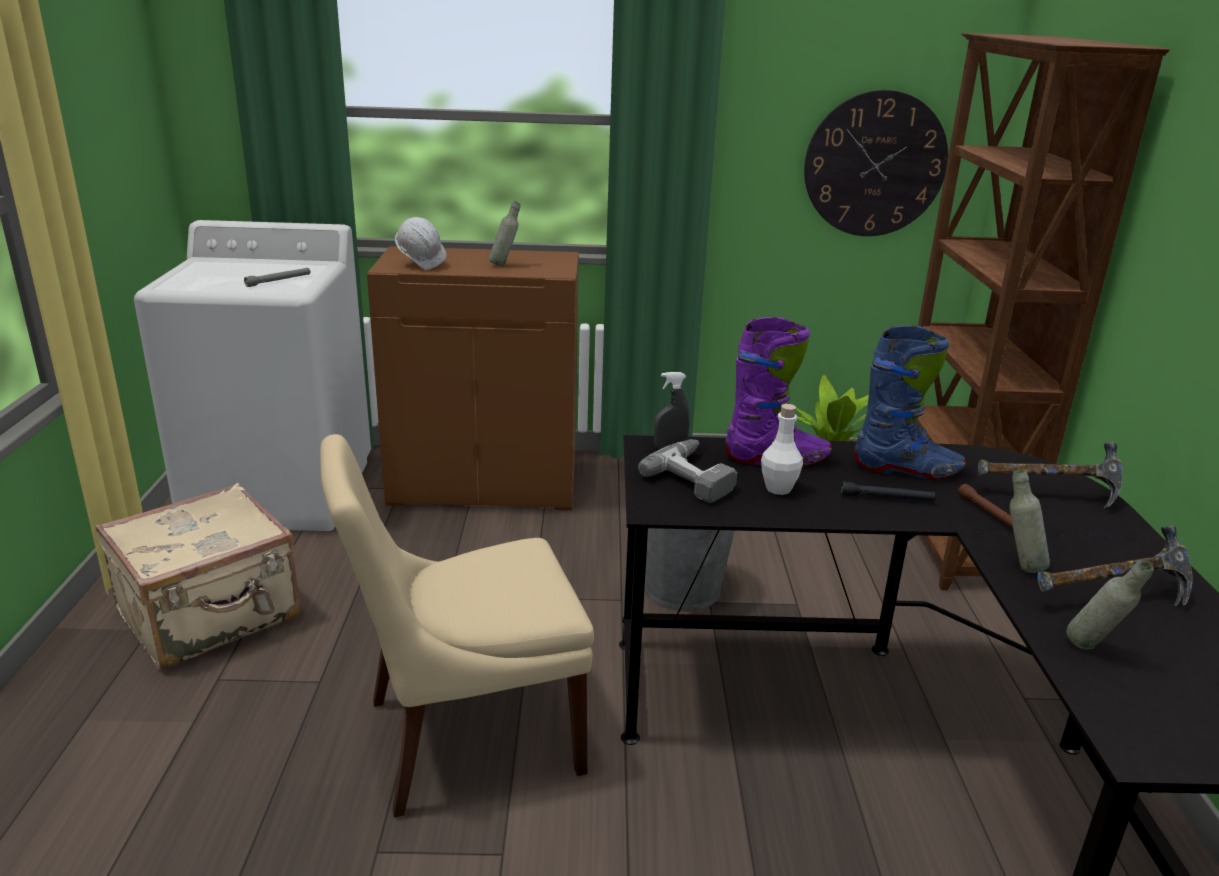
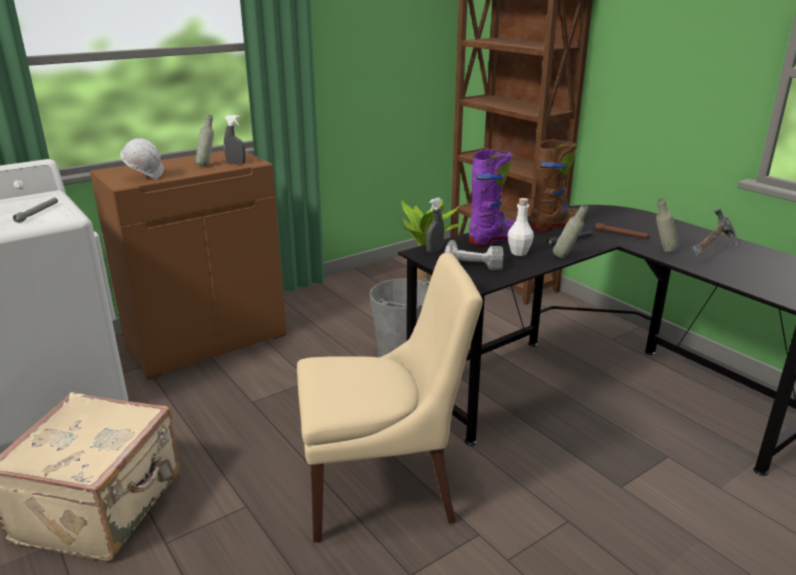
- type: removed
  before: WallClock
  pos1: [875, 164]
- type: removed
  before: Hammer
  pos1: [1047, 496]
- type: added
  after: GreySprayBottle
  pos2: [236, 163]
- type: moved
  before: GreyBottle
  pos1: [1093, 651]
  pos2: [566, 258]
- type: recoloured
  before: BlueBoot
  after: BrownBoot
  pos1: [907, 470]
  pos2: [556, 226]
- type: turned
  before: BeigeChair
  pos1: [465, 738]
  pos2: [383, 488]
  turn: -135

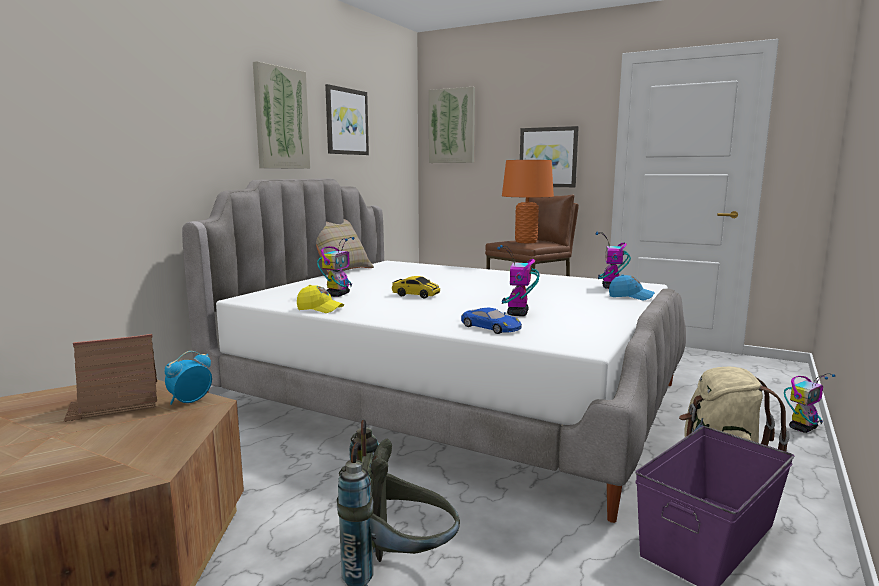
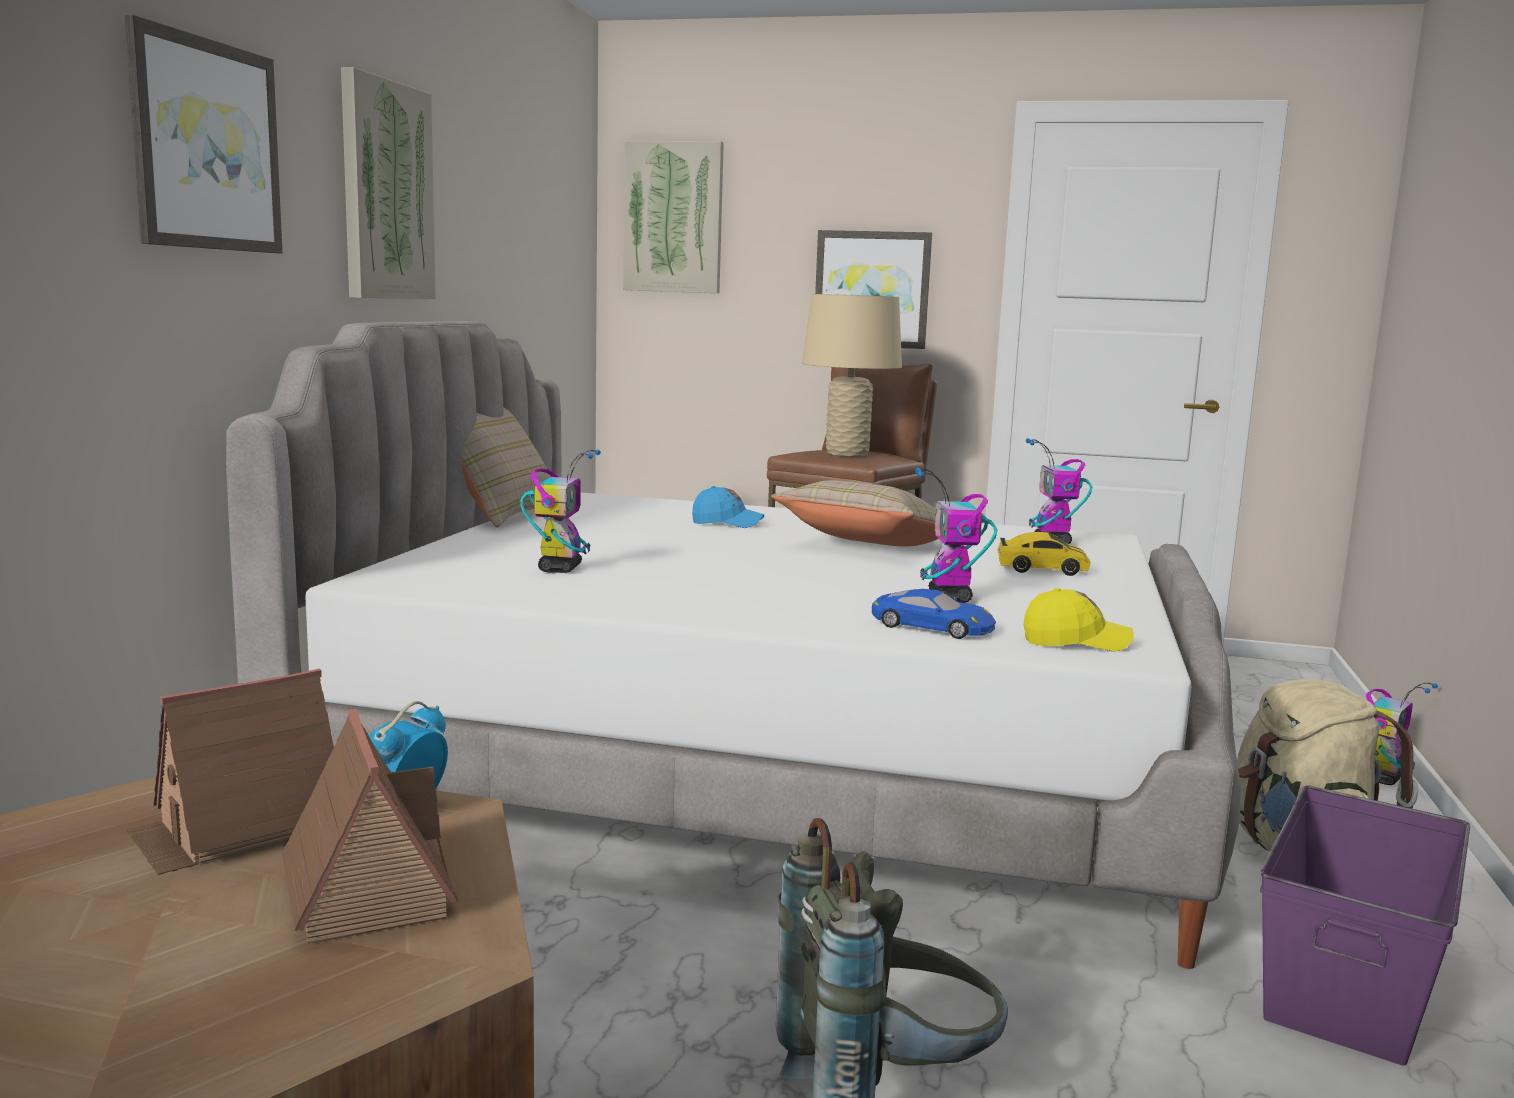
- type: added
  after: ToyHouse
  pos2: [366, 888]
- type: added
  after: BeigePillow
  pos2: [867, 545]
- type: moved
  before: YellowCap
  pos1: [320, 309]
  pos2: [1076, 642]
- type: moved
  before: Picture
  pos1: [346, 121]
  pos2: [205, 145]
- type: moved
  before: ToyCar
  pos1: [416, 295]
  pos2: [1042, 570]
- type: moved
  before: BlueCap
  pos1: [631, 297]
  pos2: [727, 523]
- type: recoloured
  before: OrangeTableLamp
  after: BeigeTableLamp
  pos1: [526, 242]
  pos2: [847, 454]

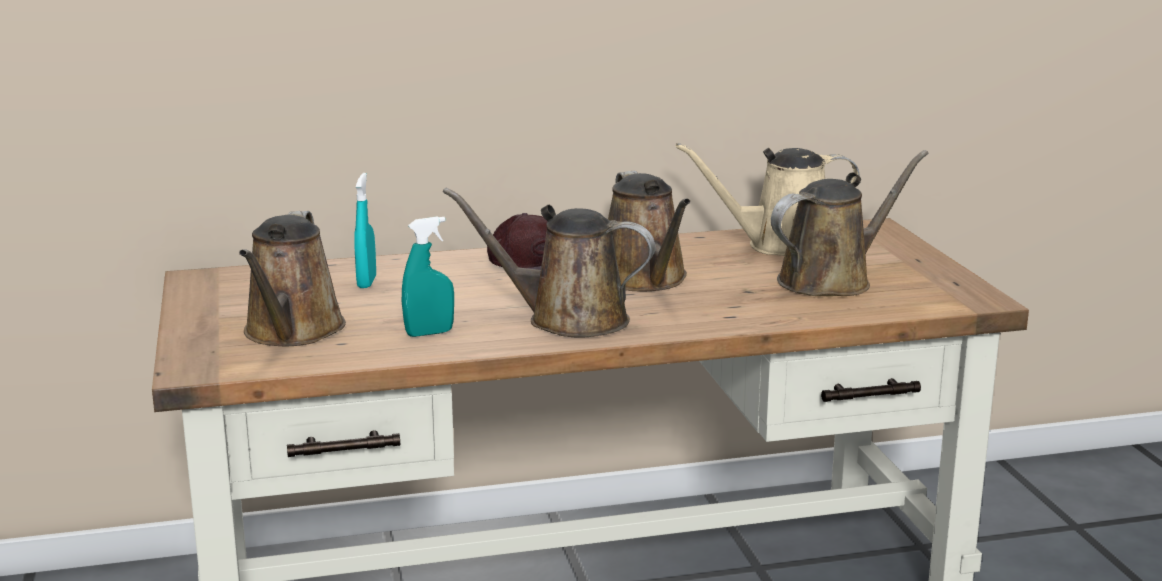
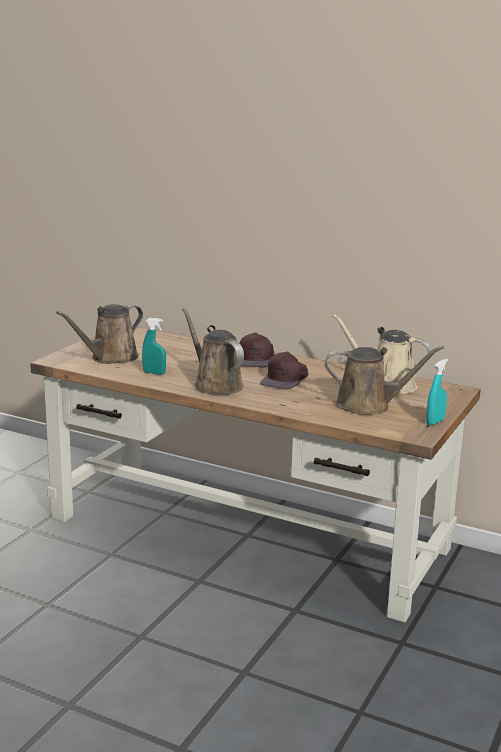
- type: moved
  before: TurquoiseSprayBottle
  pos1: [366, 282]
  pos2: [435, 422]
- type: replaced
  before: BrownWateringCan
  after: BrownCap
  pos1: [645, 280]
  pos2: [285, 379]

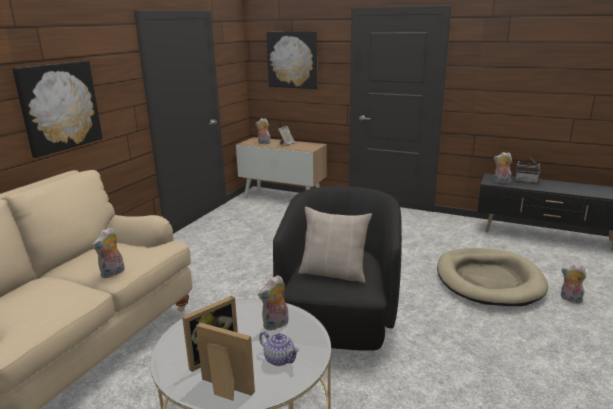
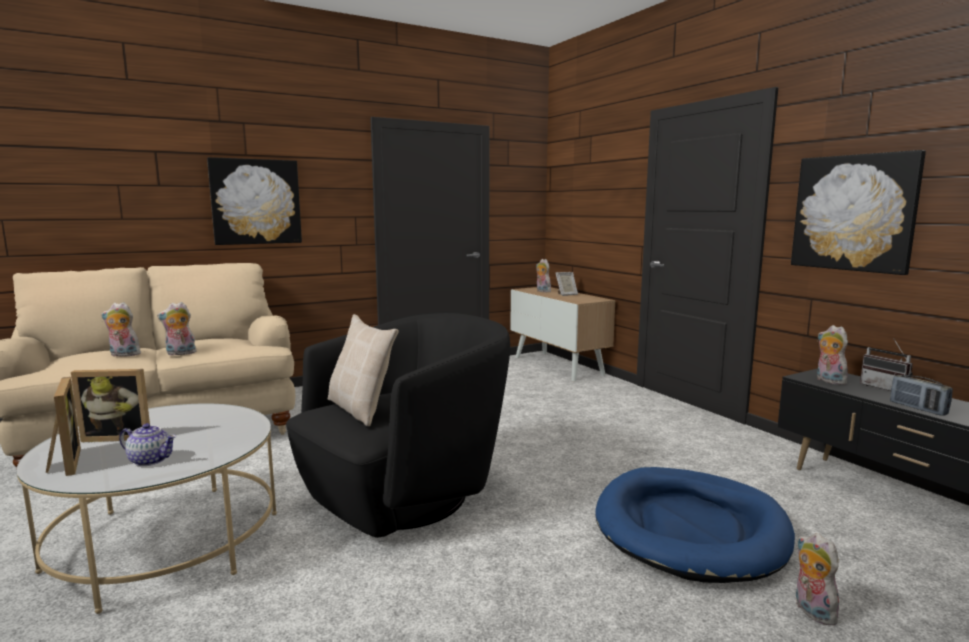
- type: added
  after: Radio
  pos2: [917, 408]
- type: moved
  before: PlushToy
  pos1: [276, 325]
  pos2: [123, 355]
- type: moved
  before: Picture
  pos1: [292, 60]
  pos2: [854, 213]
- type: recoloured
  before: BeigeDogBed
  after: BlueDogBed
  pos1: [488, 280]
  pos2: [690, 528]
- type: turned
  before: Teapot
  pos1: [280, 359]
  pos2: [151, 460]
  turn: -60

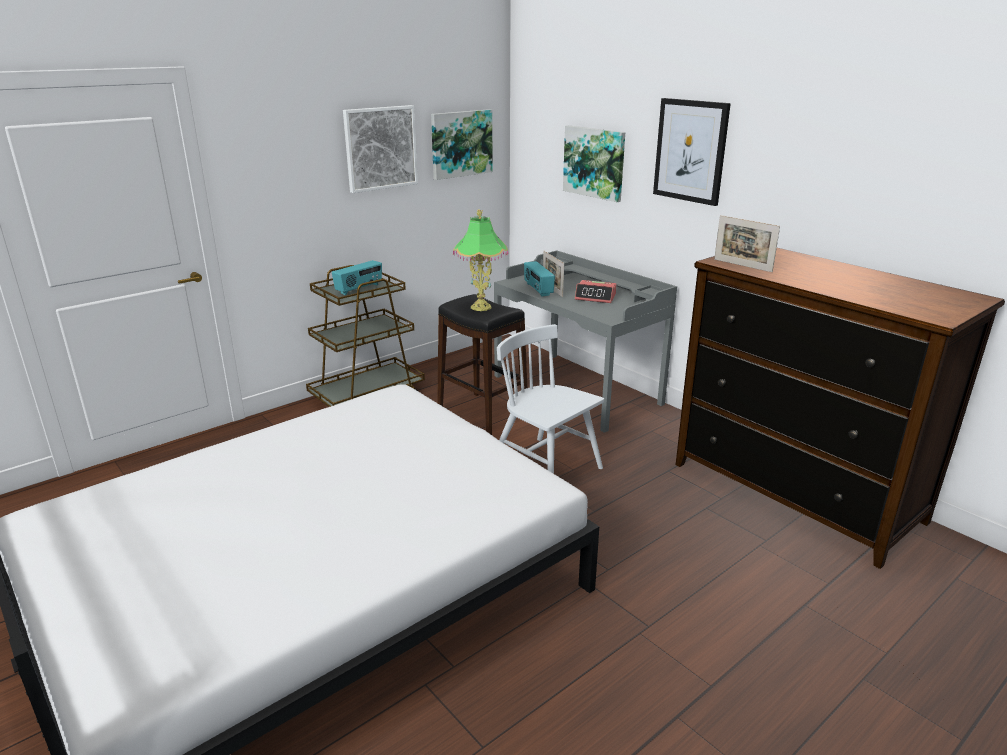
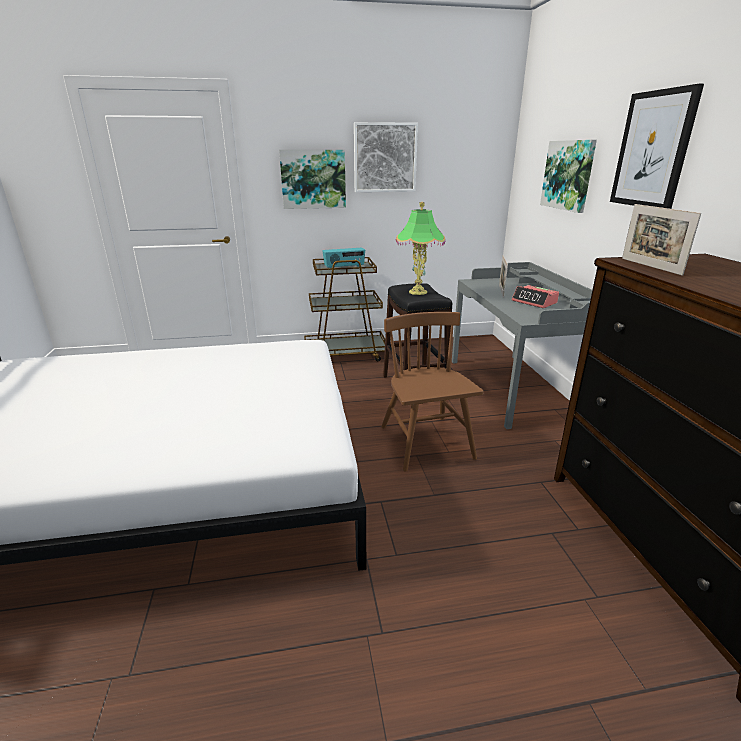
- type: removed
  before: Radio
  pos1: [538, 290]
- type: moved
  before: Picture
  pos1: [461, 143]
  pos2: [313, 179]
- type: recoloured
  before: WhiteChair
  after: BrownChair
  pos1: [546, 467]
  pos2: [426, 443]

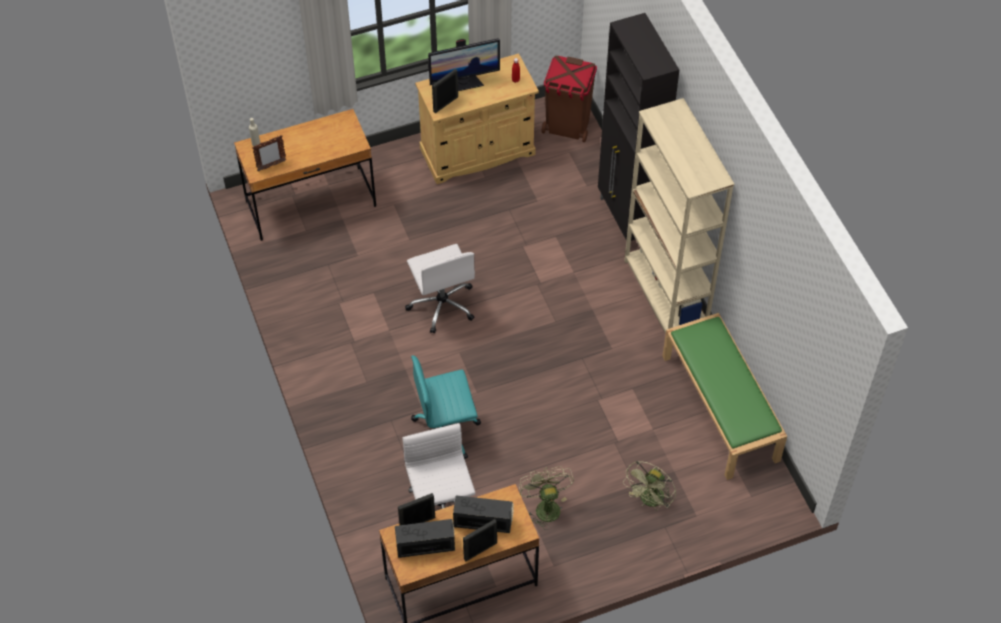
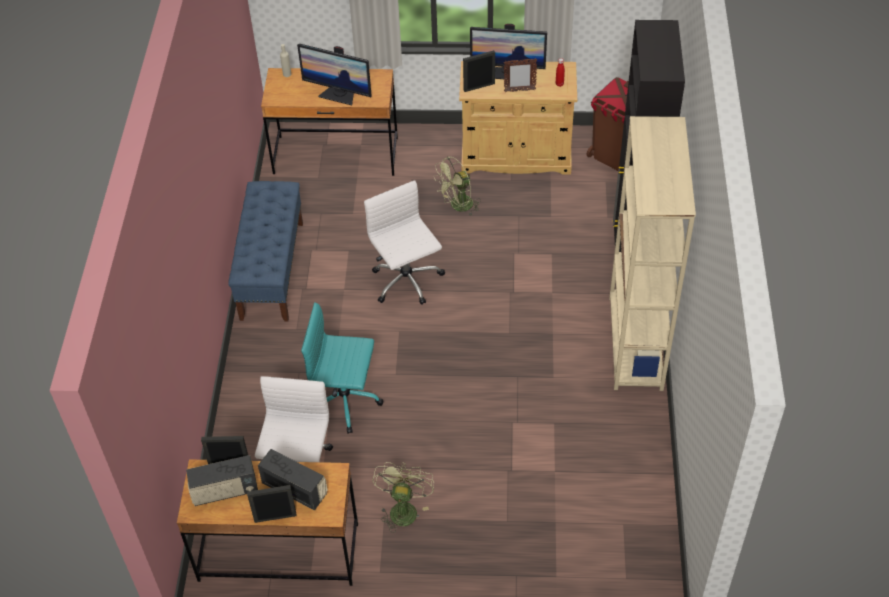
- type: removed
  before: GreenBench
  pos1: [721, 408]
- type: added
  after: BlueBench
  pos2: [272, 270]
- type: added
  after: Monitor
  pos2: [338, 95]
- type: moved
  before: PictureFrame
  pos1: [271, 166]
  pos2: [519, 90]
- type: moved
  before: GreenFan
  pos1: [650, 501]
  pos2: [458, 206]
- type: turned
  before: Radio
  pos1: [426, 545]
  pos2: [225, 491]
  turn: 150
- type: turned
  before: WhiteOfficeChair
  pos1: [442, 304]
  pos2: [407, 282]
  turn: 150

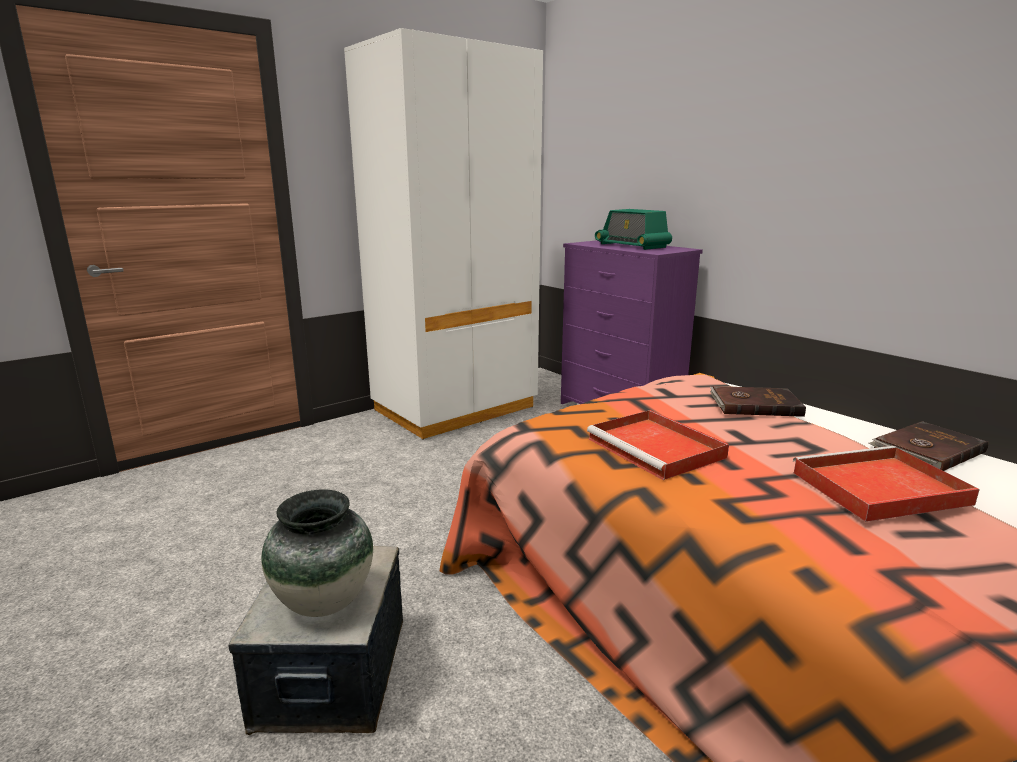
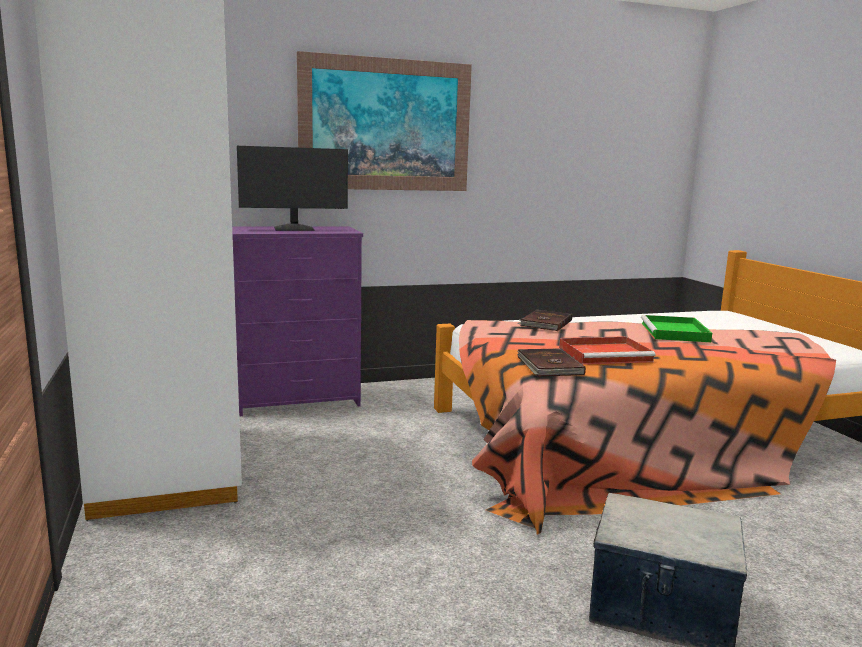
- type: removed
  before: Vase
  pos1: [325, 601]
- type: added
  after: Picture
  pos2: [386, 125]
- type: moved
  before: BrownBook
  pos1: [926, 449]
  pos2: [548, 366]
- type: replaced
  before: Radio
  after: Monitor
  pos1: [632, 245]
  pos2: [294, 229]
- type: recoloured
  before: RedTray
  after: GreenTray
  pos1: [877, 489]
  pos2: [675, 332]

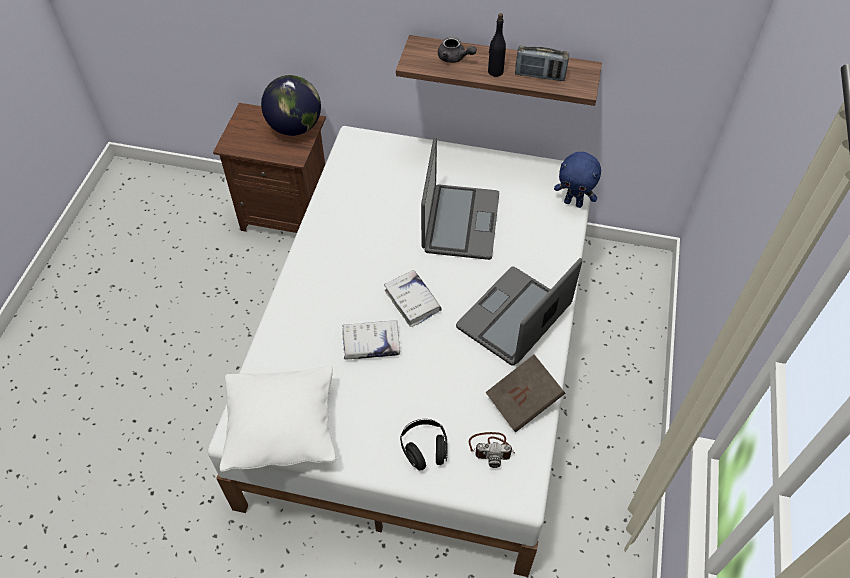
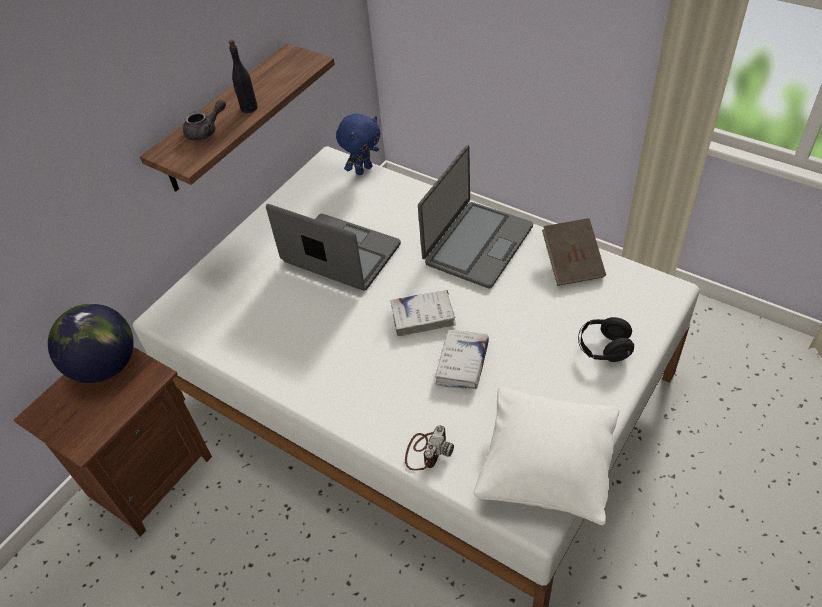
- type: removed
  before: Radio
  pos1: [540, 75]
- type: moved
  before: PhotoCamera
  pos1: [491, 448]
  pos2: [427, 451]
- type: turned
  before: Laptop
  pos1: [514, 317]
  pos2: [477, 244]
  turn: -120

